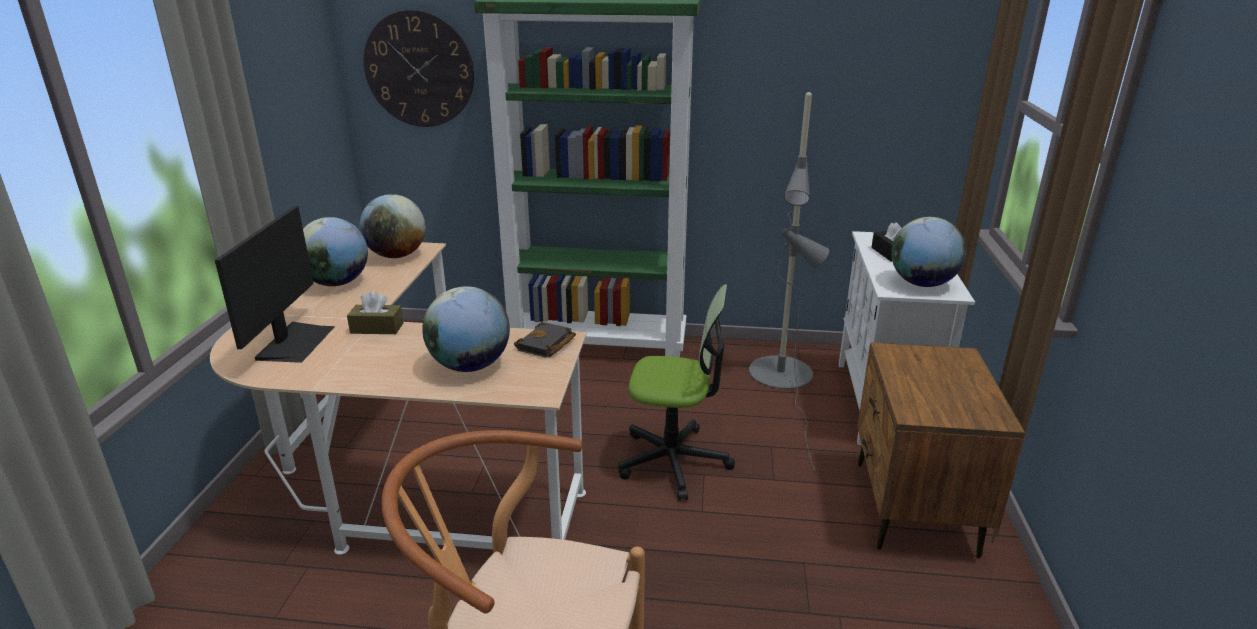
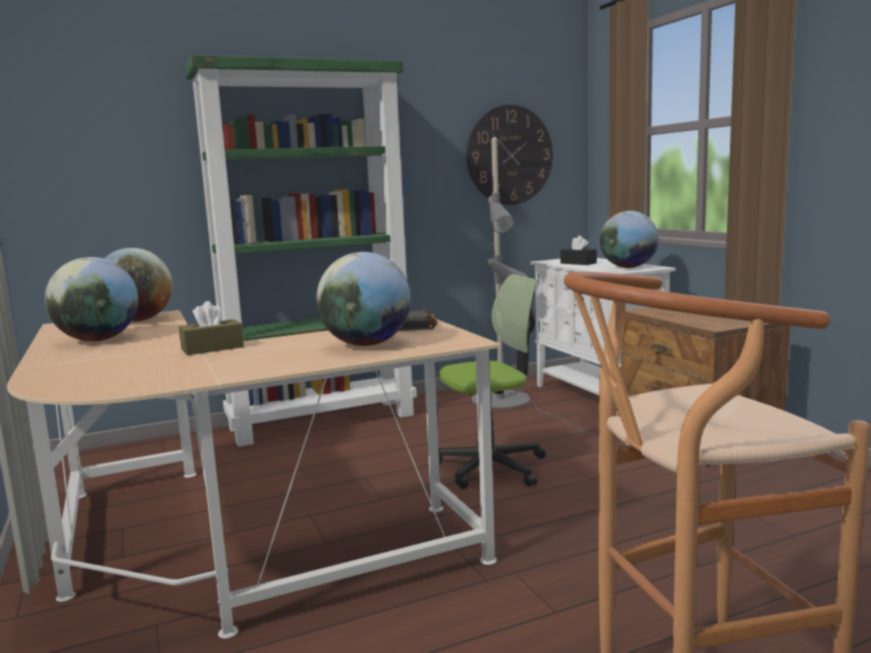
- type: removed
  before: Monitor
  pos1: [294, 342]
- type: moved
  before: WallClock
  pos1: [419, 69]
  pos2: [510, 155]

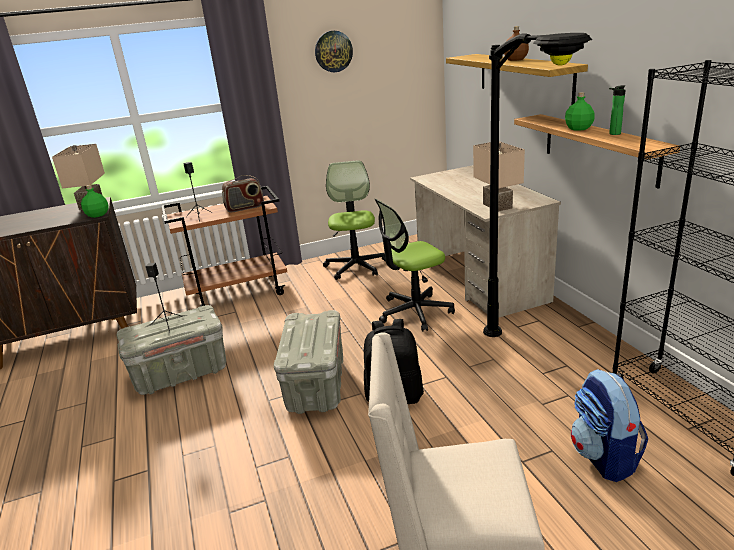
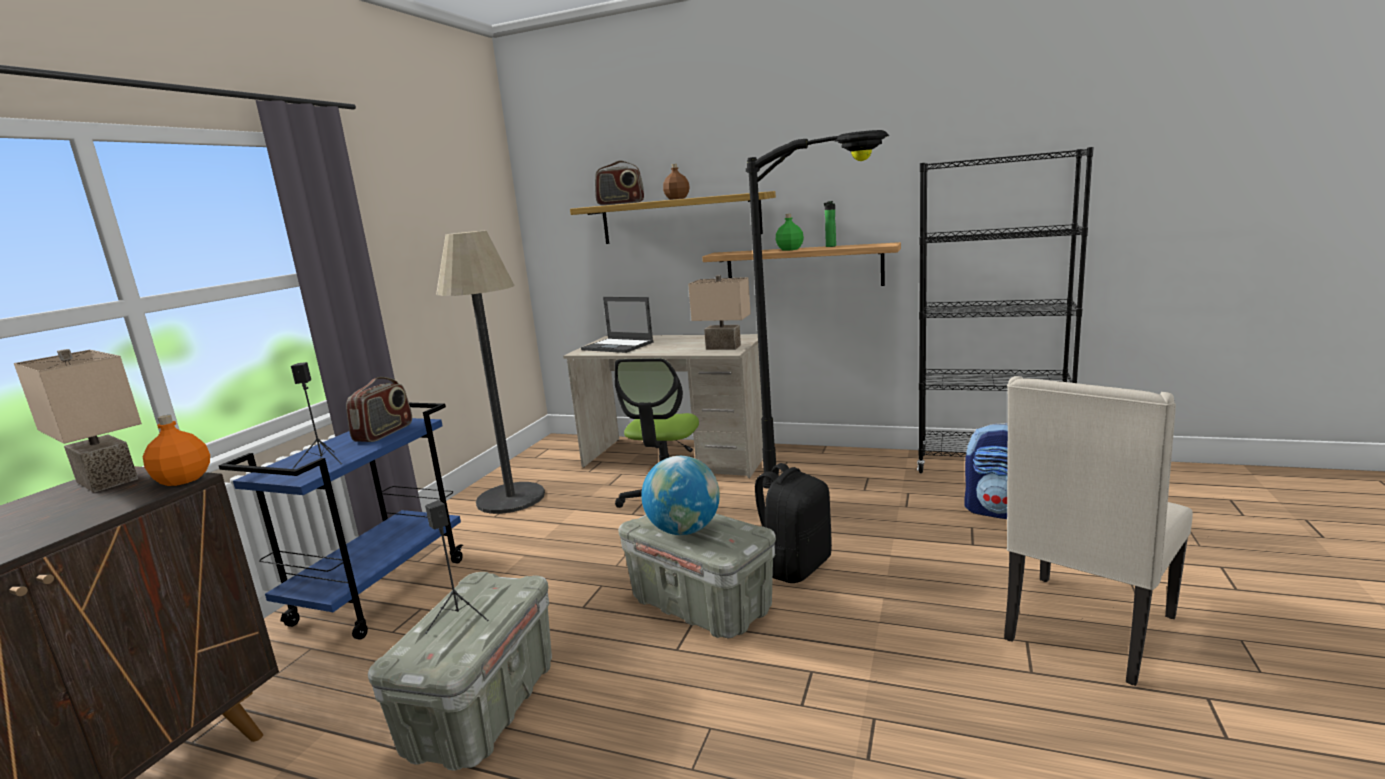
- type: removed
  before: WallClock
  pos1: [333, 51]
- type: added
  after: Laptop
  pos2: [618, 346]
- type: added
  after: Radio
  pos2: [620, 203]
- type: added
  after: Globe
  pos2: [684, 530]
- type: replaced
  before: OfficeChair
  after: FloorLamp
  pos1: [356, 266]
  pos2: [511, 498]
- type: recoloured
  before: GreenBottle
  after: OrangeBottle
  pos1: [97, 215]
  pos2: [182, 480]
- type: recoloured
  before: BrownCart
  after: BlueCart
  pos1: [239, 293]
  pos2: [381, 590]

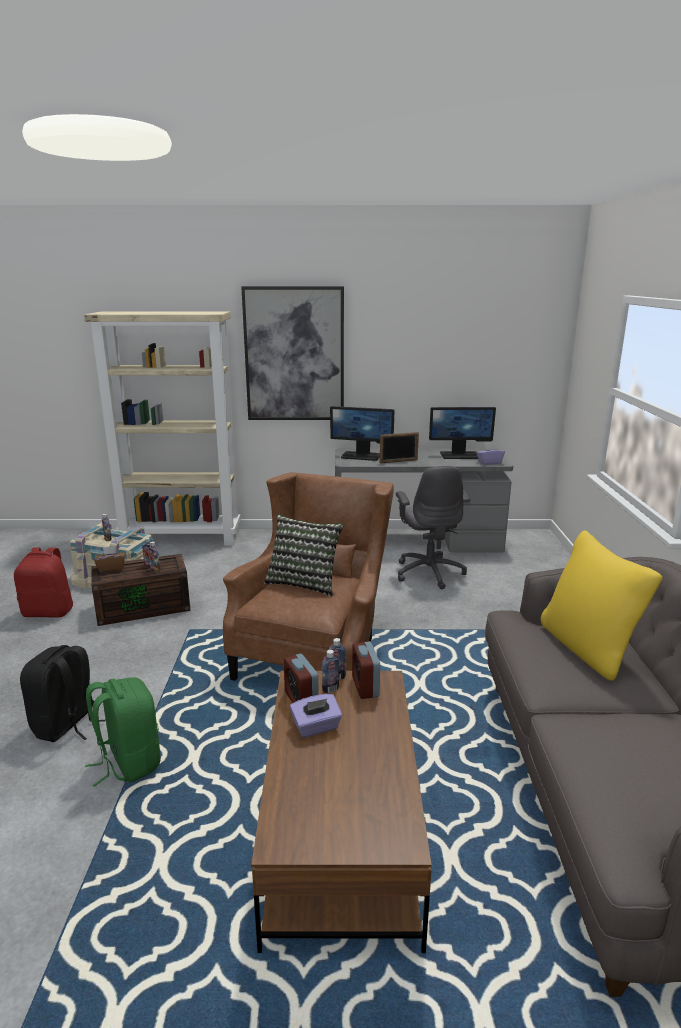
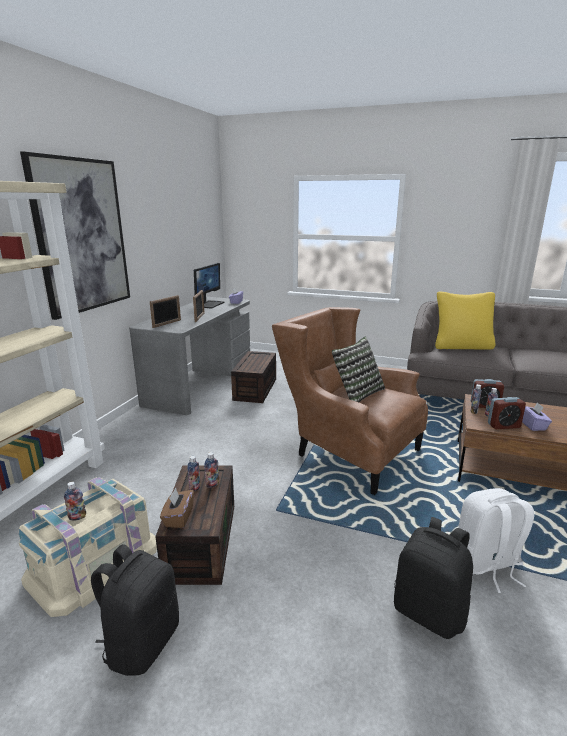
- type: replaced
  before: Monitor
  after: PictureFrame
  pos1: [361, 456]
  pos2: [167, 323]
- type: replaced
  before: GreyOfficeChair
  after: BrownStorageBox
  pos1: [429, 572]
  pos2: [256, 389]
- type: recoloured
  before: RedBackpack
  after: BlackBackpack
  pos1: [49, 612]
  pos2: [142, 642]
- type: recoloured
  before: GreenBackpack
  after: WhiteBackpack
  pos1: [128, 762]
  pos2: [487, 565]

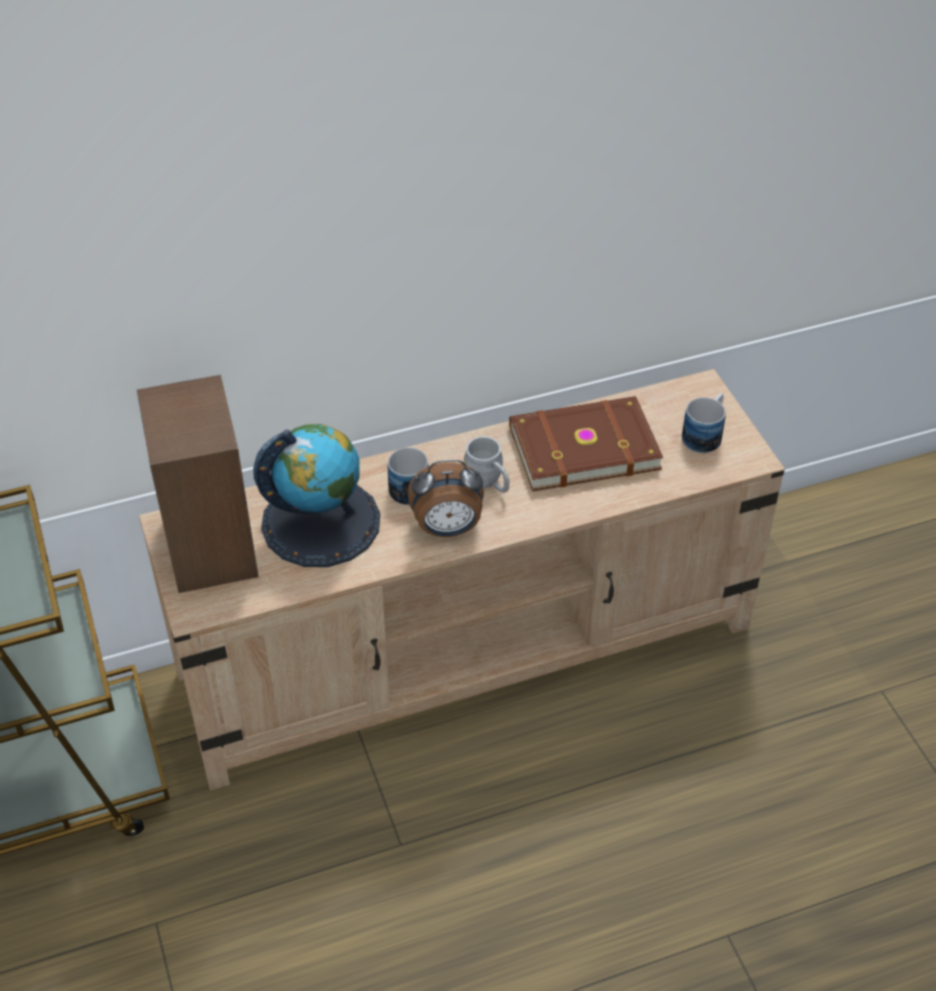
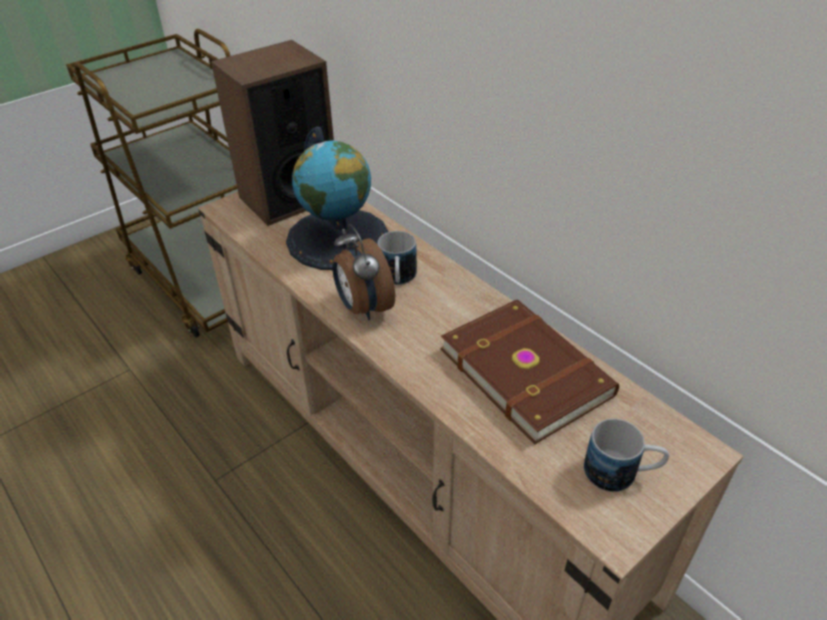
- type: removed
  before: GreyMug
  pos1: [488, 483]

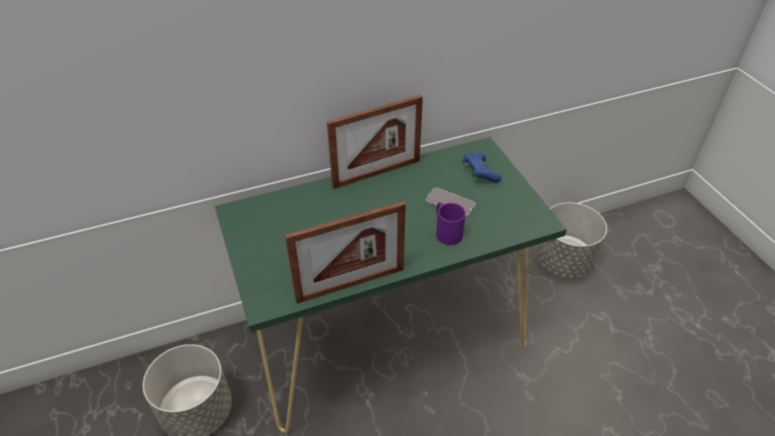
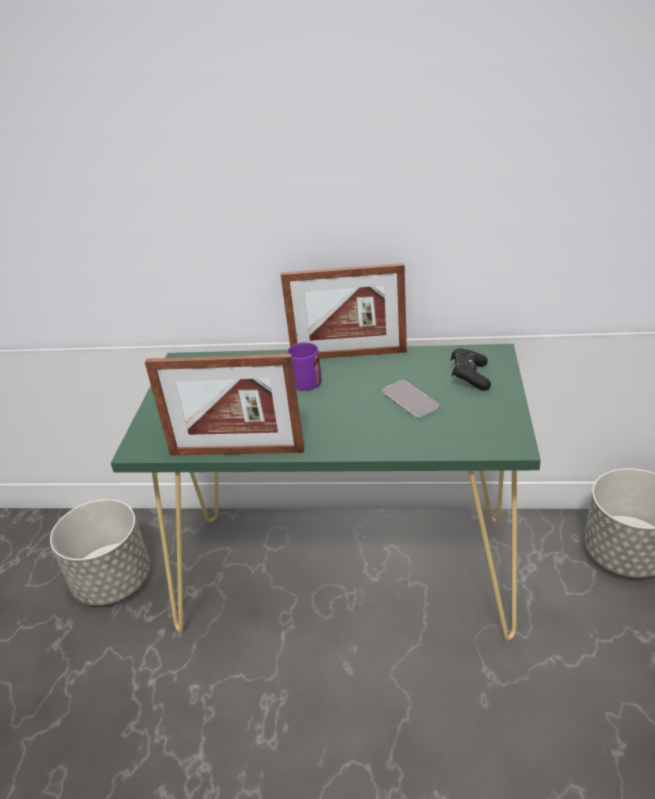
- type: moved
  before: PurpleMug
  pos1: [445, 231]
  pos2: [306, 378]
- type: recoloured
  before: BlueGameController
  after: BlackGameController
  pos1: [479, 173]
  pos2: [469, 377]

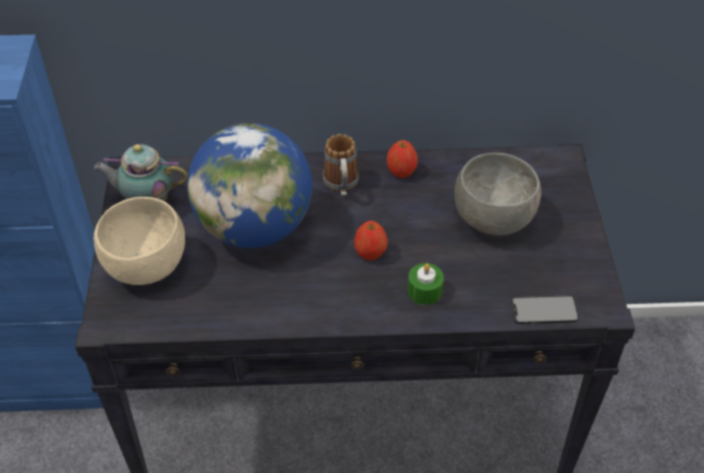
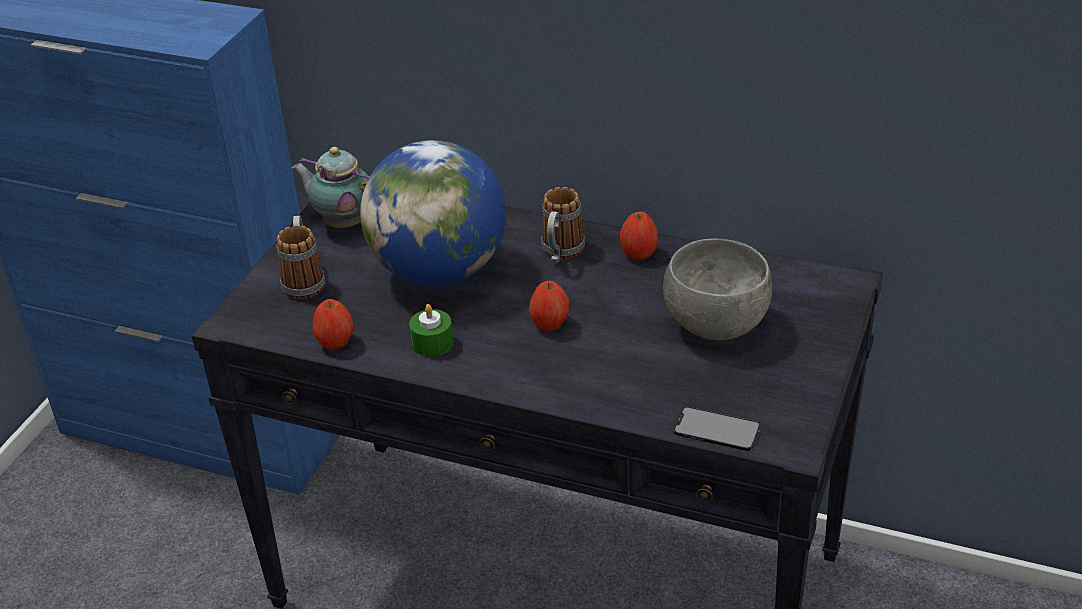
- type: added
  after: Apple
  pos2: [335, 343]
- type: moved
  before: GreenCandle
  pos1: [424, 291]
  pos2: [432, 343]
- type: replaced
  before: BeigeBowl
  after: Mug
  pos1: [145, 265]
  pos2: [304, 280]

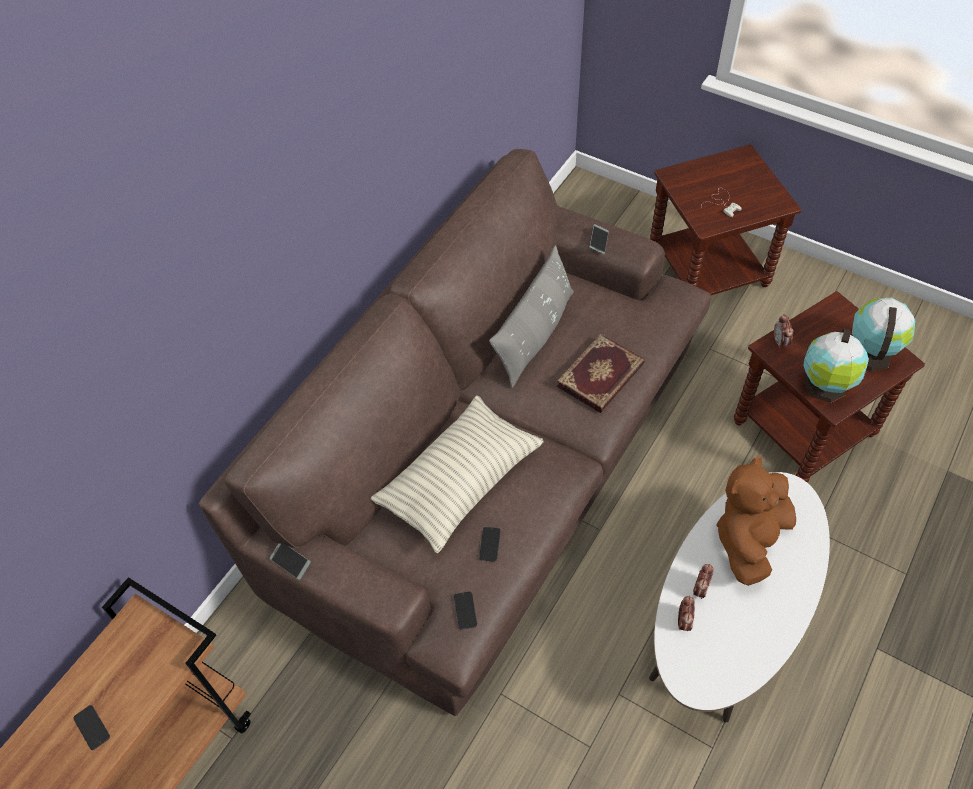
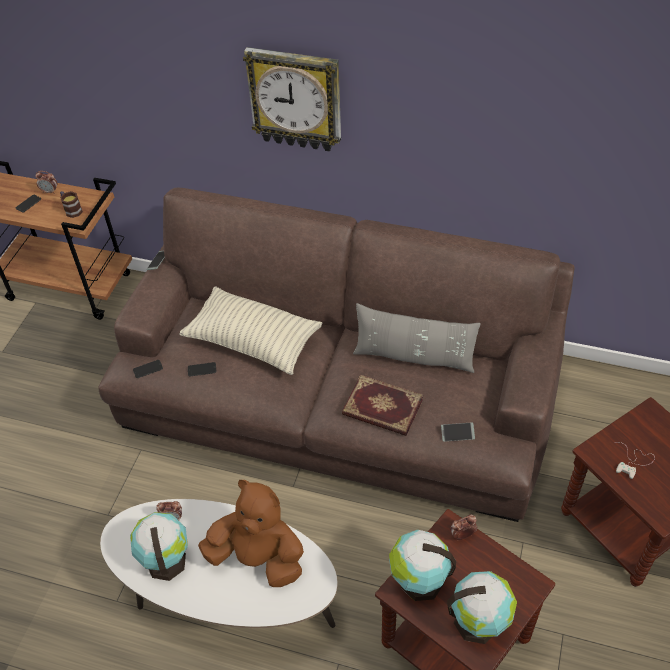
- type: added
  after: Mug
  pos2: [71, 210]
- type: added
  after: Globe
  pos2: [165, 560]
- type: added
  after: WallClock
  pos2: [296, 99]
- type: moved
  before: Phone
  pos1: [598, 241]
  pos2: [457, 434]
- type: moved
  before: AlarmClock
  pos1: [700, 589]
  pos2: [50, 191]

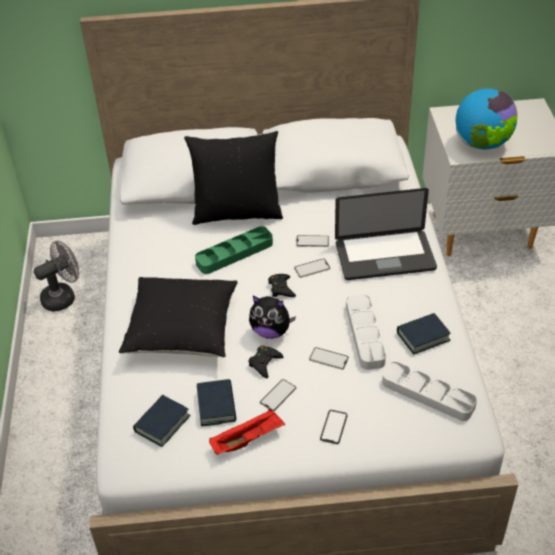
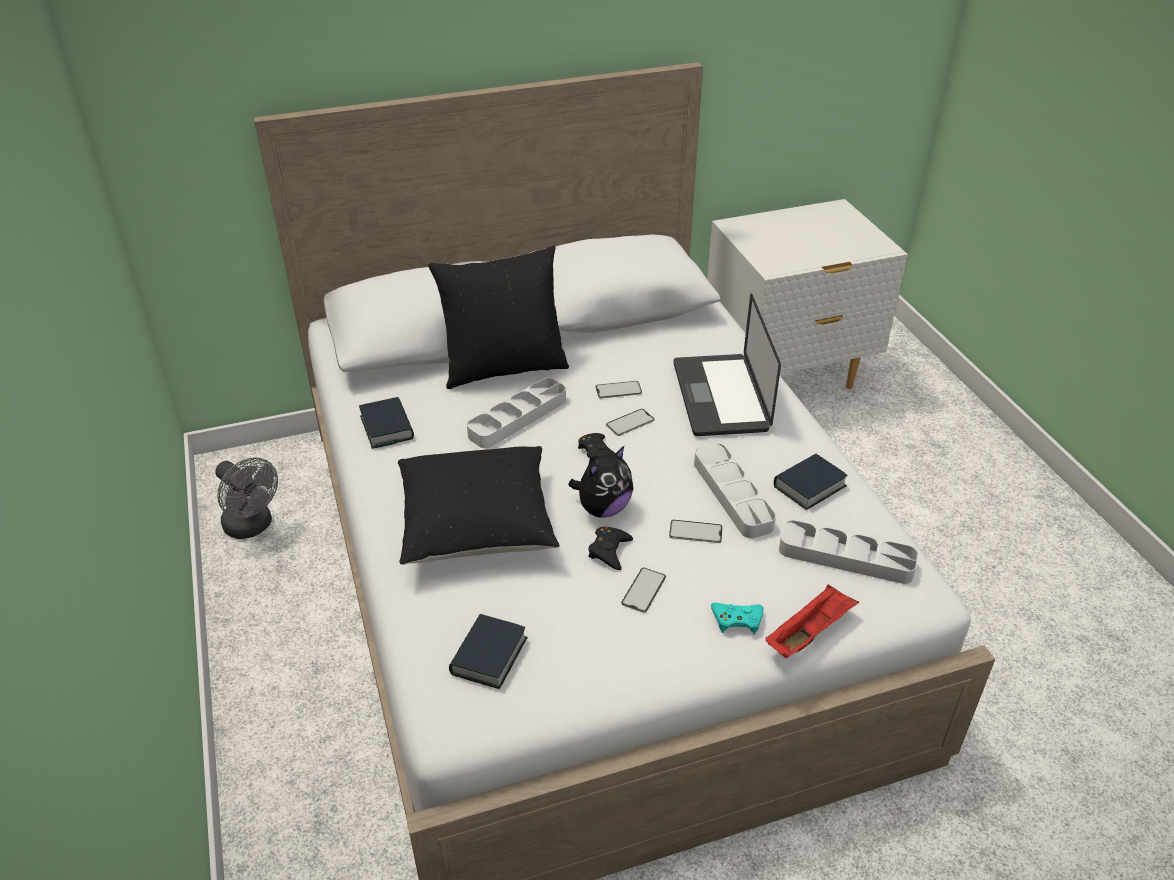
- type: removed
  before: Globe
  pos1: [482, 144]
- type: moved
  before: Book
  pos1: [216, 405]
  pos2: [387, 427]
- type: moved
  before: RedTray
  pos1: [248, 439]
  pos2: [809, 632]
- type: replaced
  before: Phone
  after: TurquoiseGameController
  pos1: [333, 427]
  pos2: [737, 620]
- type: recoloured
  before: GreenTray
  after: GreyTray
  pos1: [234, 253]
  pos2: [518, 417]
- type: turned
  before: GreyFan
  pos1: [63, 297]
  pos2: [252, 527]
  turn: 90
- type: turned
  before: PlushToy
  pos1: [271, 331]
  pos2: [603, 508]
  turn: -45
- type: turned
  before: Laptop
  pos1: [385, 256]
  pos2: [720, 396]
  turn: 105

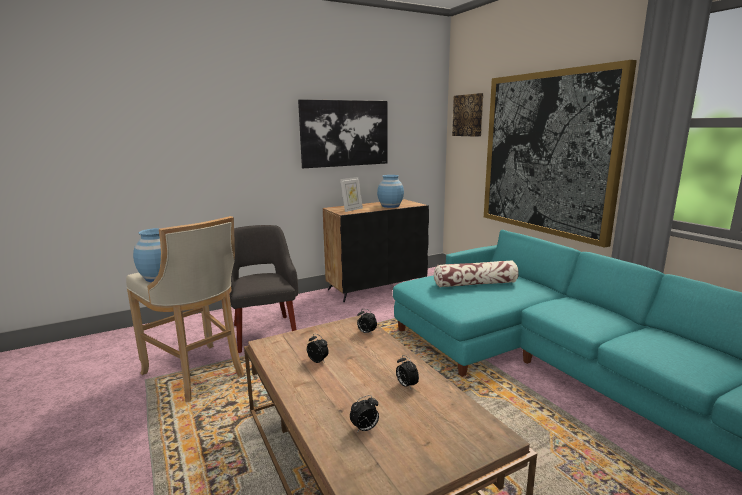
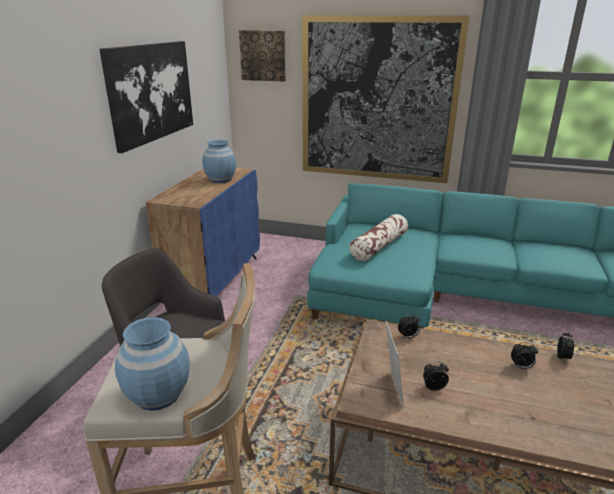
- type: moved
  before: PictureFrame
  pos1: [352, 209]
  pos2: [391, 389]
- type: moved
  before: AlarmClock
  pos1: [365, 429]
  pos2: [562, 358]
- type: recoloured
  before: BlackCabinet
  after: BlueCabinet
  pos1: [377, 287]
  pos2: [214, 279]

